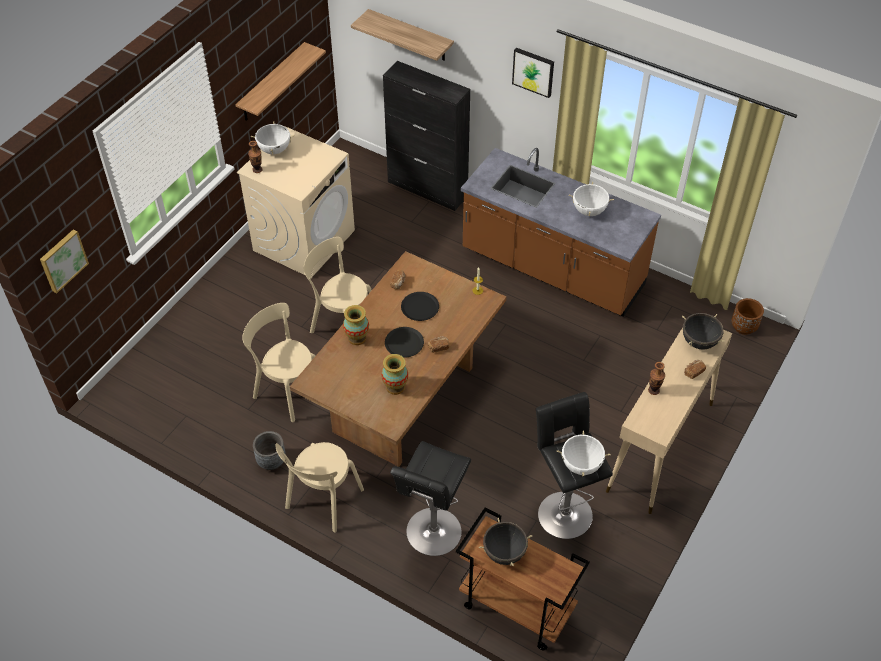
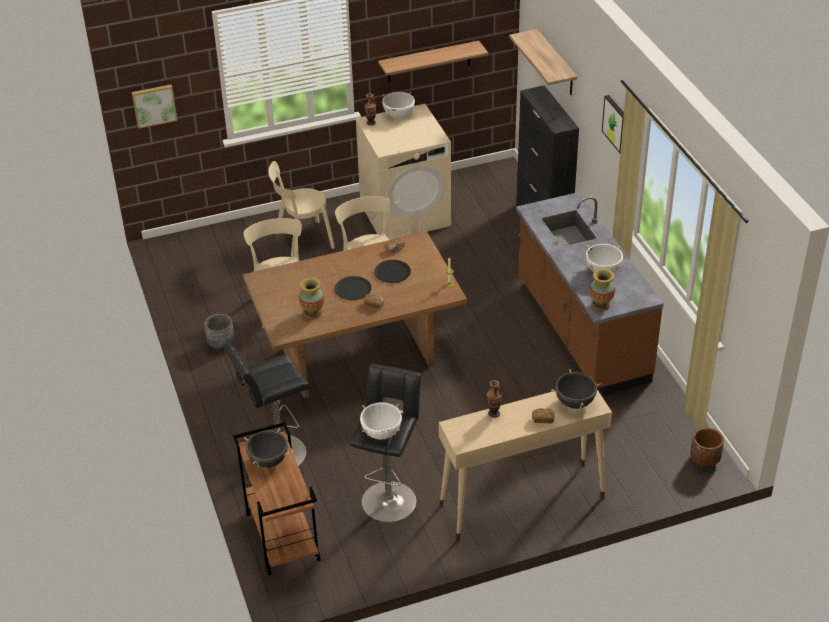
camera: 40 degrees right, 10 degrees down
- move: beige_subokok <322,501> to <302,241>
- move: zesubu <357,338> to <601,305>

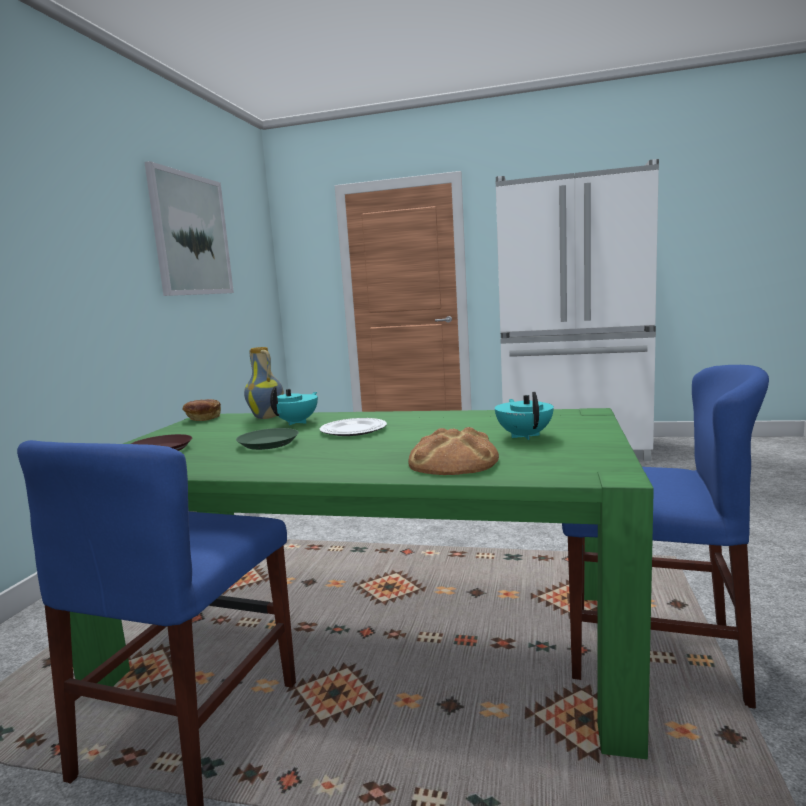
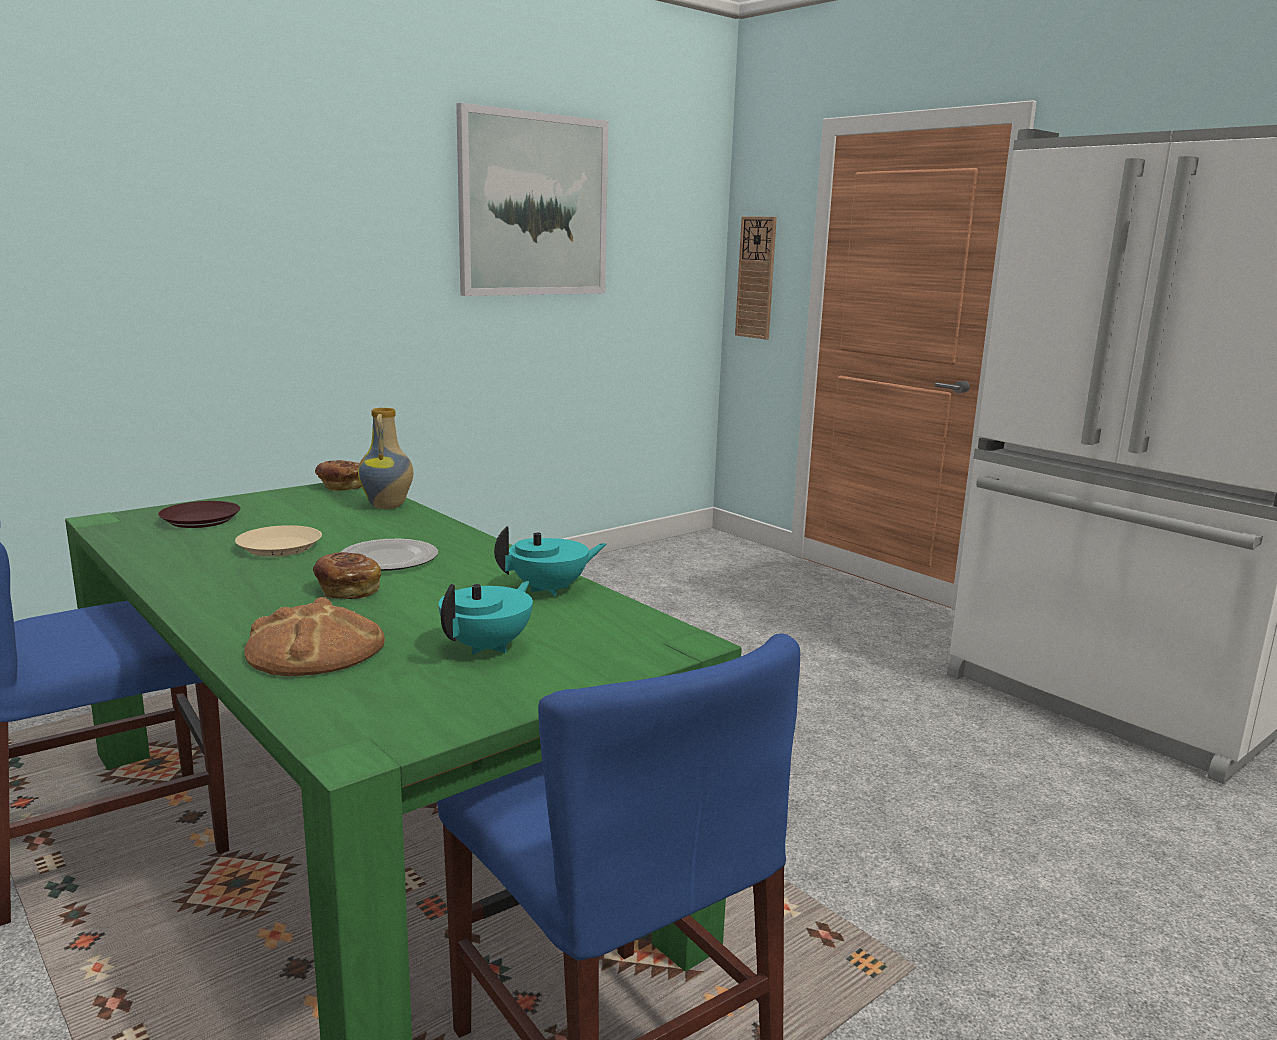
camera: 35 degrees right, 5 degrees up
- recolor: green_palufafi <268,443> to beige_palufafi <280,547>
- move: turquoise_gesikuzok <297,422> to <550,589>
- insert: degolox <347,590>
- insert: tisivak <756,278>

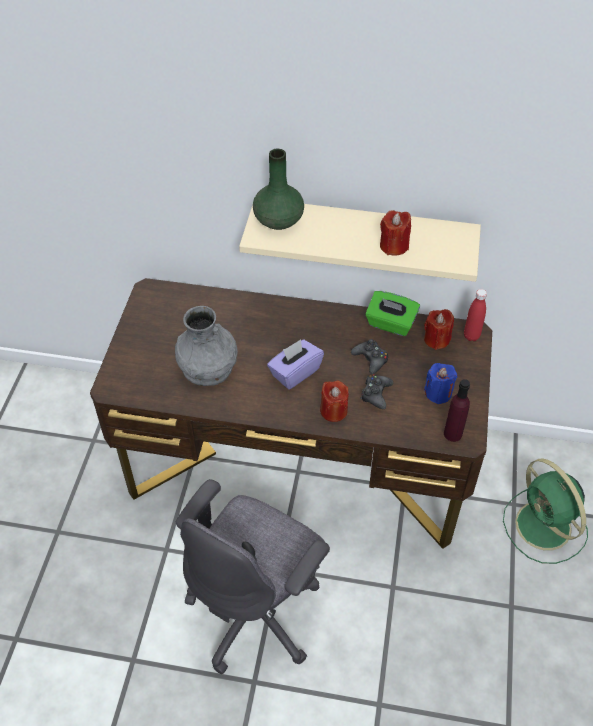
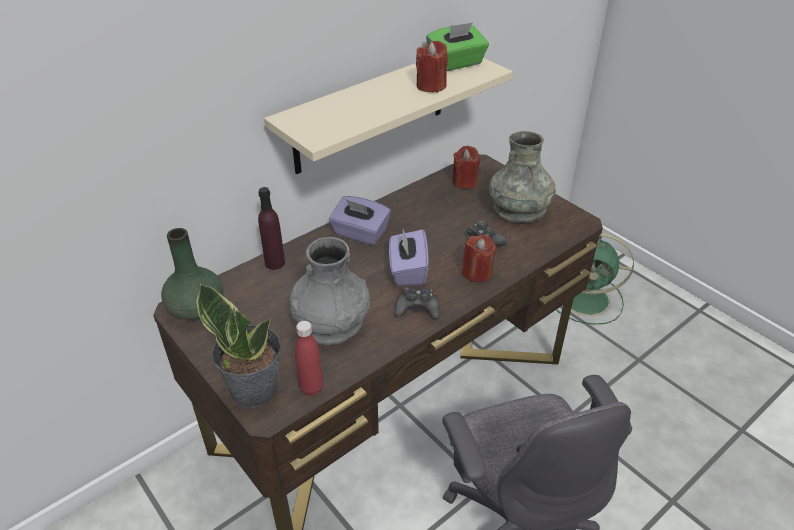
camera: 50 degrees left, 10 degrees down
- move: green_zesubu <278,221> to <196,309>
- move: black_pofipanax <370,359> to <417,308>
- move: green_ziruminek <390,324> to <456,63>
- replace: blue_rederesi <438,393> to grey_zesubu <519,210>
- move: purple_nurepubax <453,434> to <275,263>
- move: red_nurepubax <471,336> to <311,388>
- insert: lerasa <254,388>
- insert: purple_ziruminek <360,233>

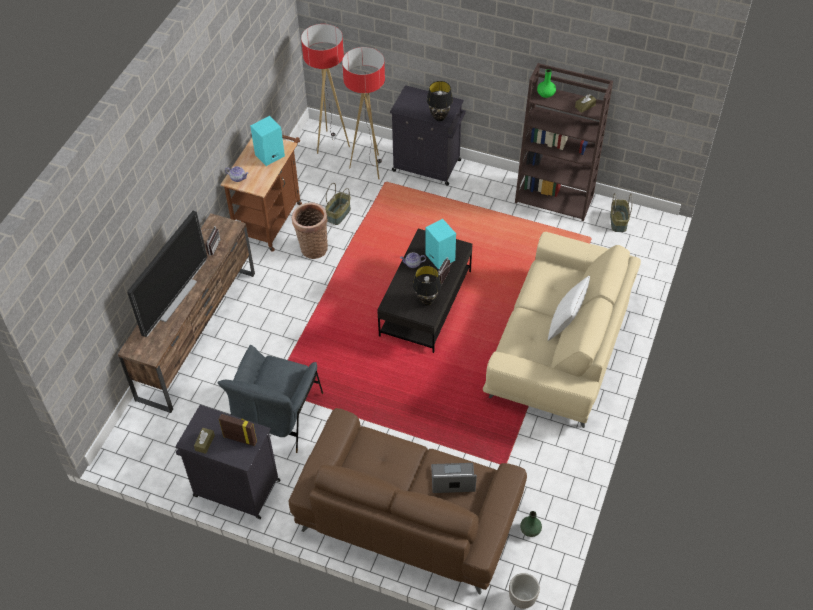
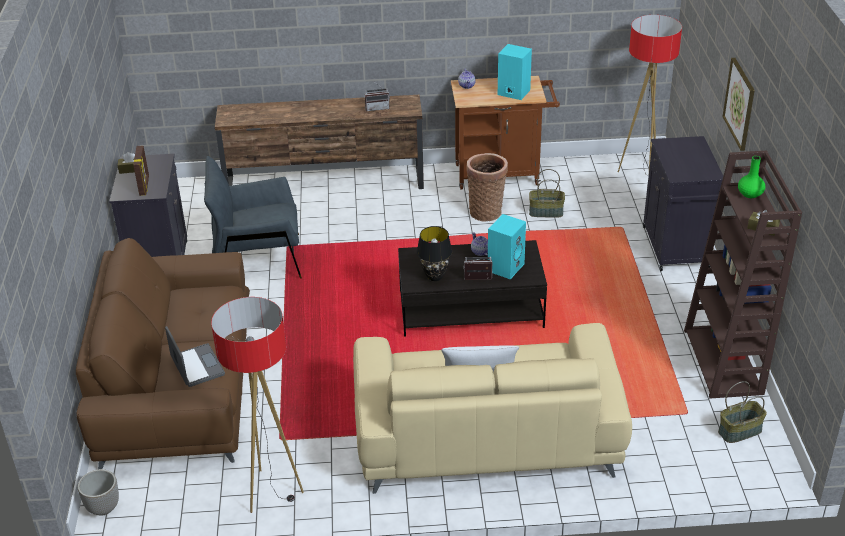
camera: 65 degrees right, 15 degrees down
- delete: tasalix <173,298>
- move: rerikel <369,167> to <271,492>
- delete: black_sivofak <439,117>
- delete: green_zesubu <530,530>
- insert: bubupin <739,103>

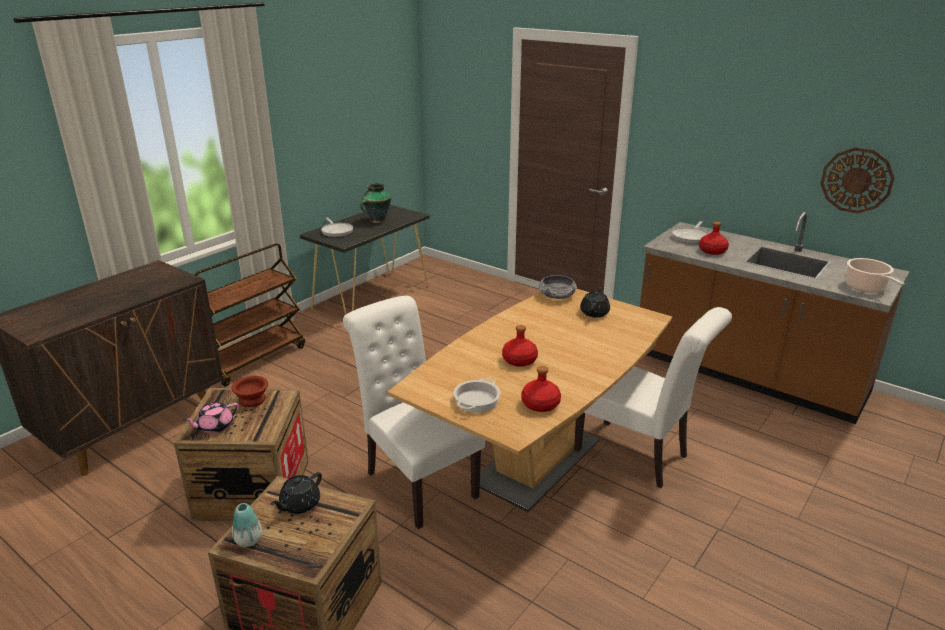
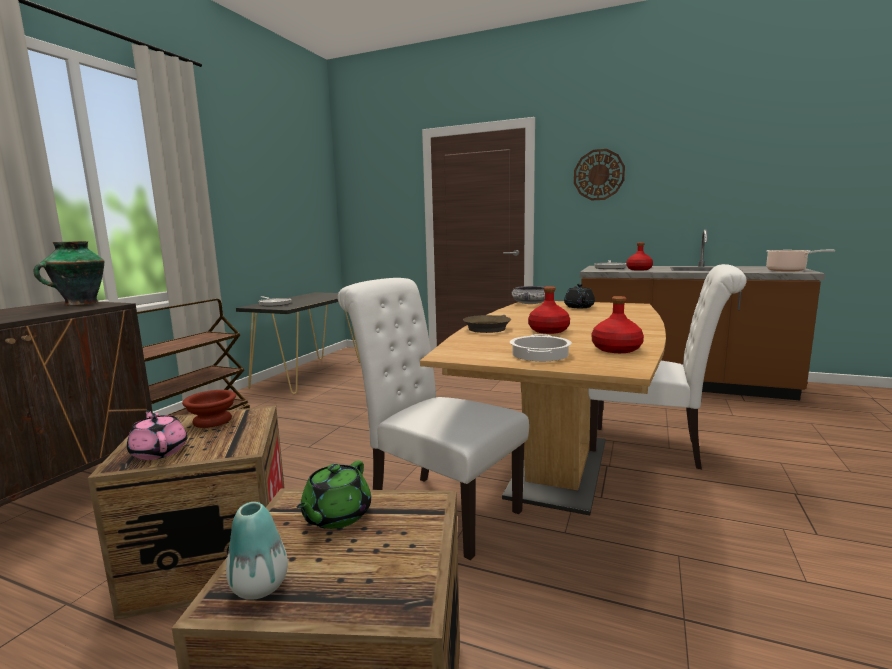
camera: 15 degrees left, 15 degrees down
- rotate: pink_gesikuzok <215,427> = <159,451> 105 degrees clockwise
- recolor: black_gesikuzok <299,504> to green_gesikuzok <336,516>
- move: zesubu <377,221> to <79,303>
- move: tisivak <856,180> to <598,175>
- insert: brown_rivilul <488,328>

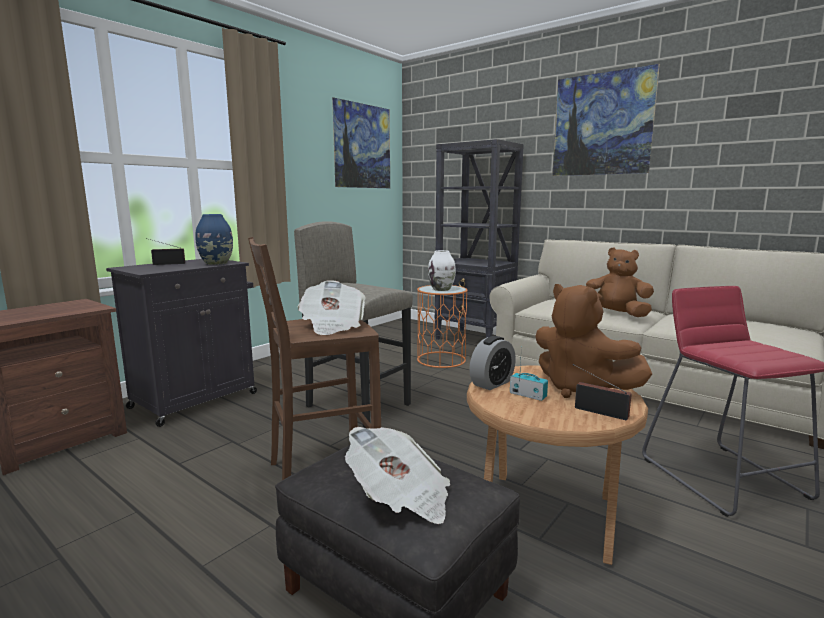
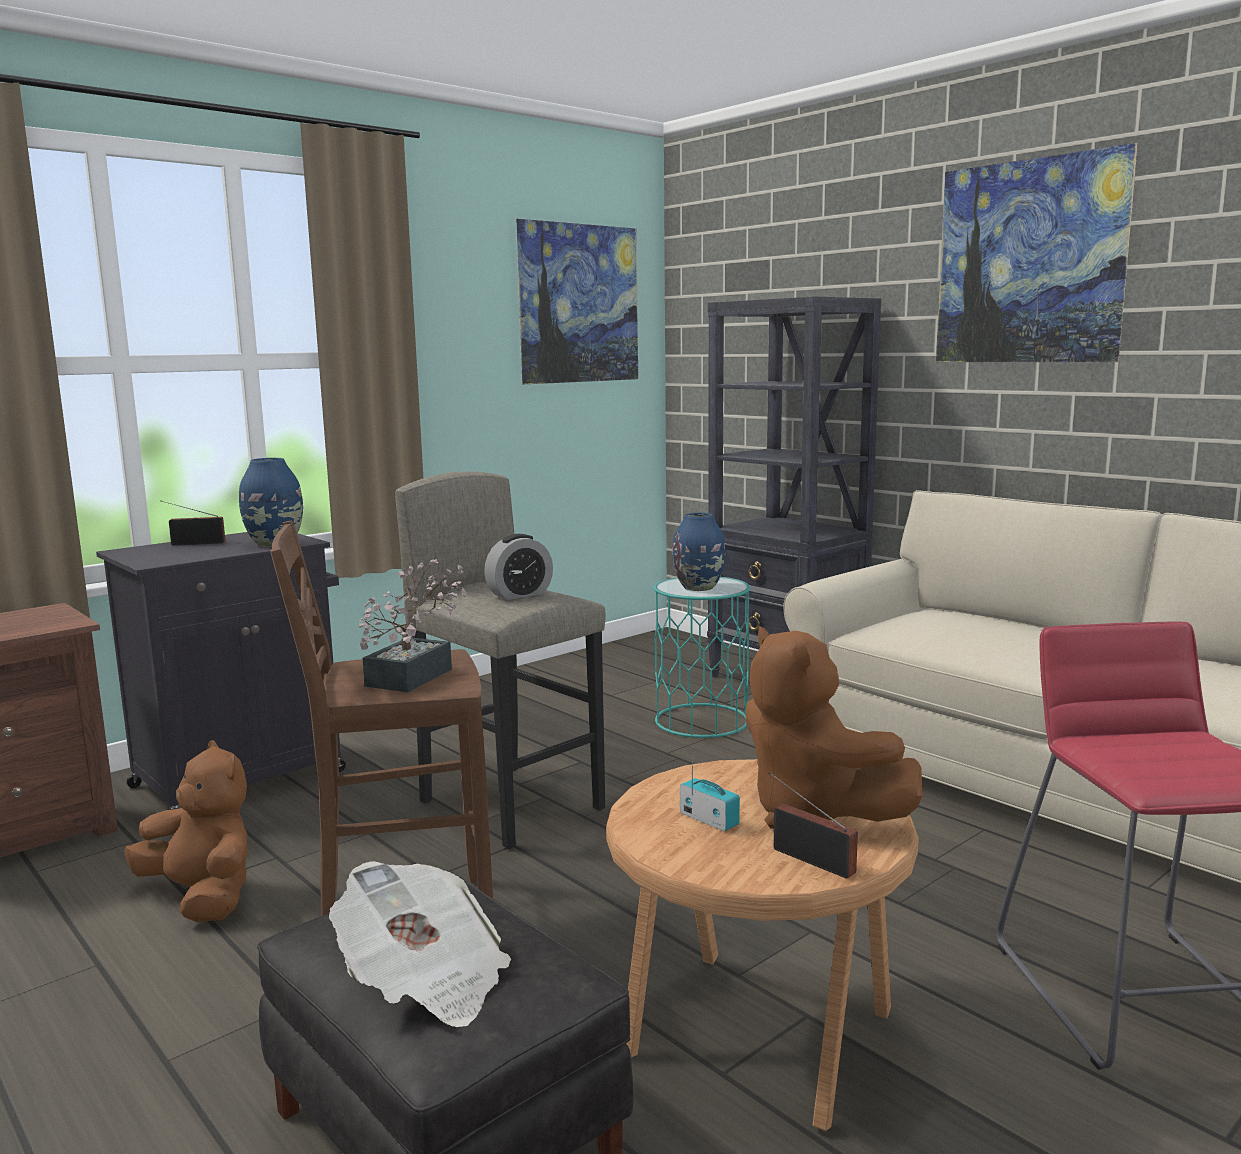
camera: 10 degrees right, 0 degrees up
- replace: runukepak <332,325> to lerasa <416,674>
- recolor: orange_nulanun <441,360> to turquoise_nulanun <701,721>
- recolor: white_zesubu <441,289> to blue_zesubu <699,587>
- move: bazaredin <492,383> to <519,594>
- move: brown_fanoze <615,314> to <203,897>

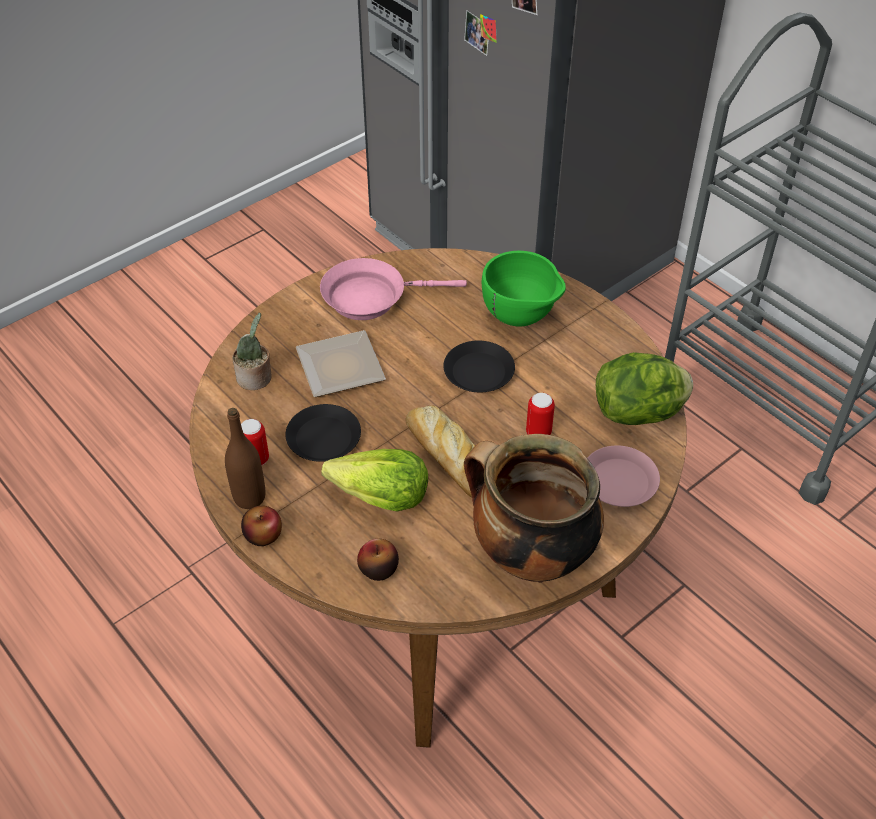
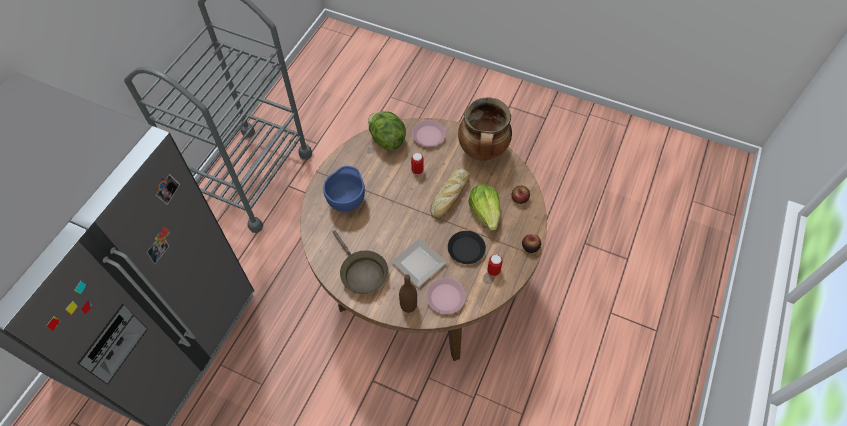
camera: 115 degrees left, 10 degrees up
- move: brown_nurepubax <249,497> to <408,305>
- replace: lerasa <256,378> to pink_palufafi <446,297>
- recolor: pink_rivilul <371,297> to brown_rivilul <361,272>
- delete: black_palufafi <479,372>
- recolor: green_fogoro <521,319> to blue_fogoro <347,201>

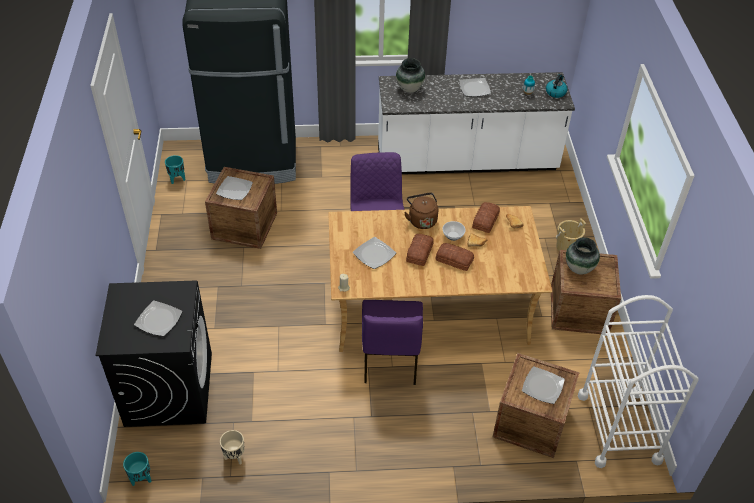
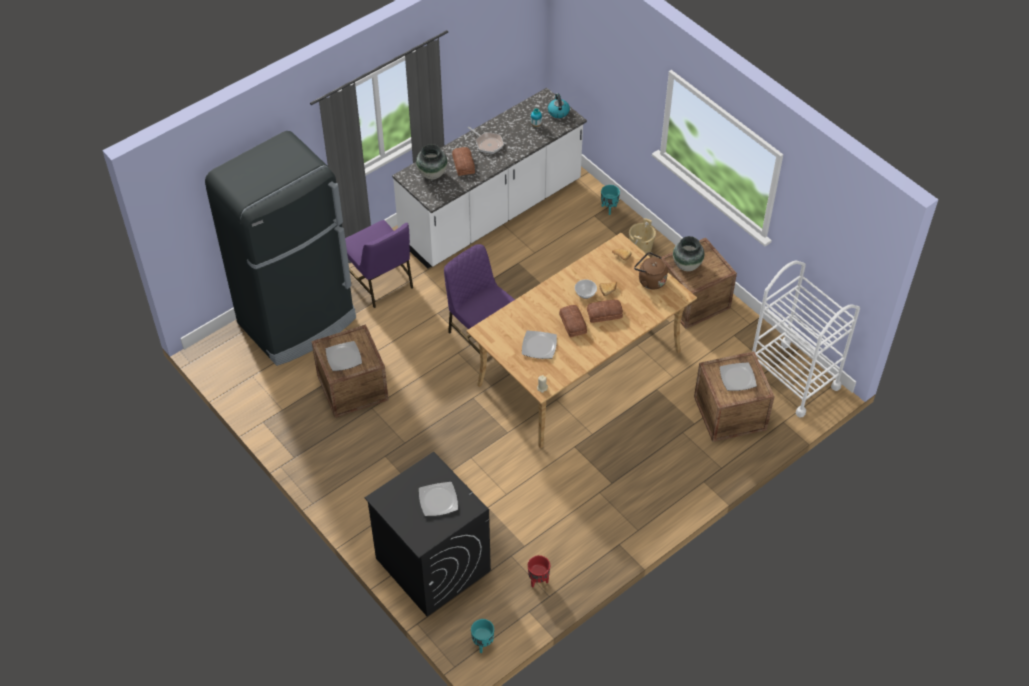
camera: 35 degrees left, 5 degrees up
- move: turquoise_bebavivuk <177,179> to <608,208>
- recolor: beige_bebavivuk <234,457> to red_bebavivuk <538,580>
- move: purple_subokok <390,360> to <380,281>
- move: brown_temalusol <421,220> to <650,280>
- replace: palufafi <474,88> to rivilul <487,144>
- move: degolox <486,220> to <464,164>

